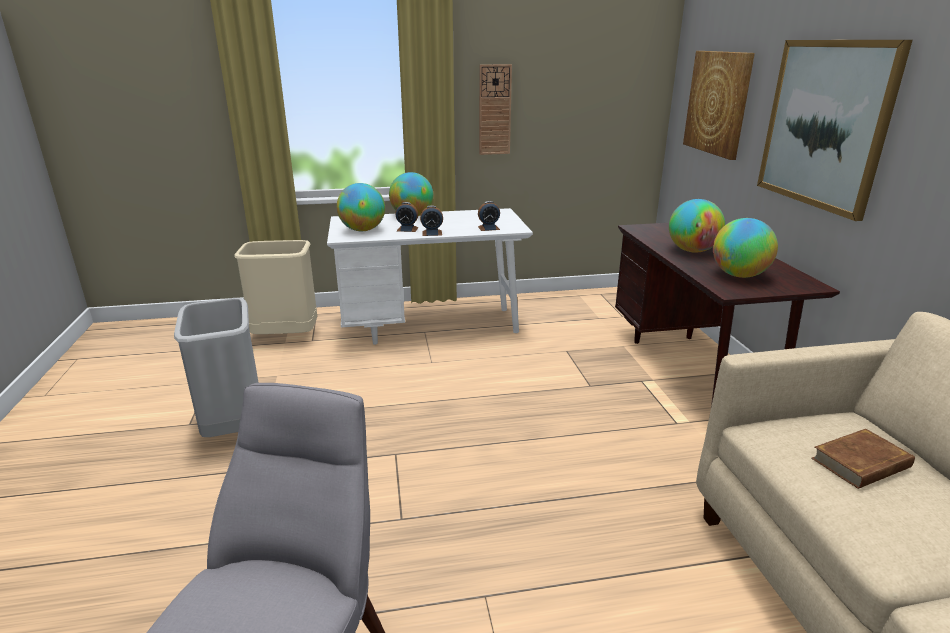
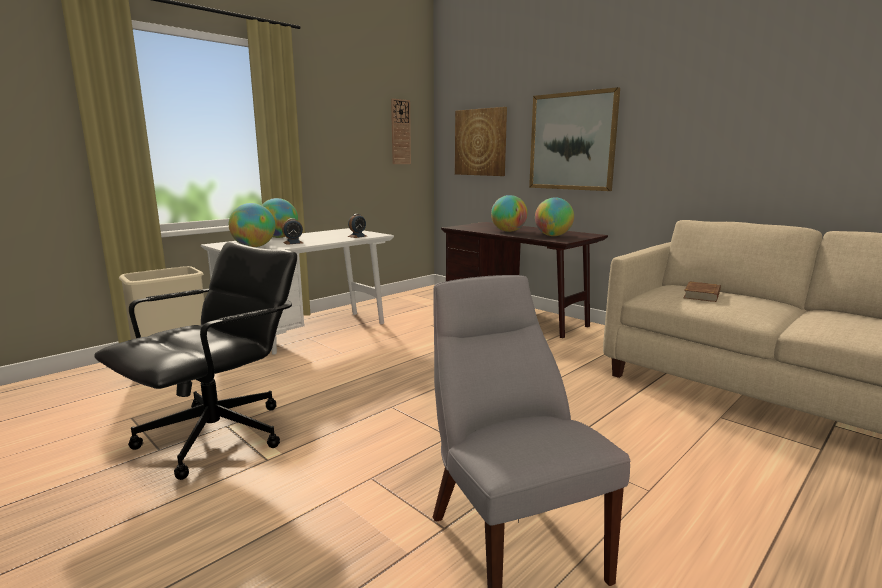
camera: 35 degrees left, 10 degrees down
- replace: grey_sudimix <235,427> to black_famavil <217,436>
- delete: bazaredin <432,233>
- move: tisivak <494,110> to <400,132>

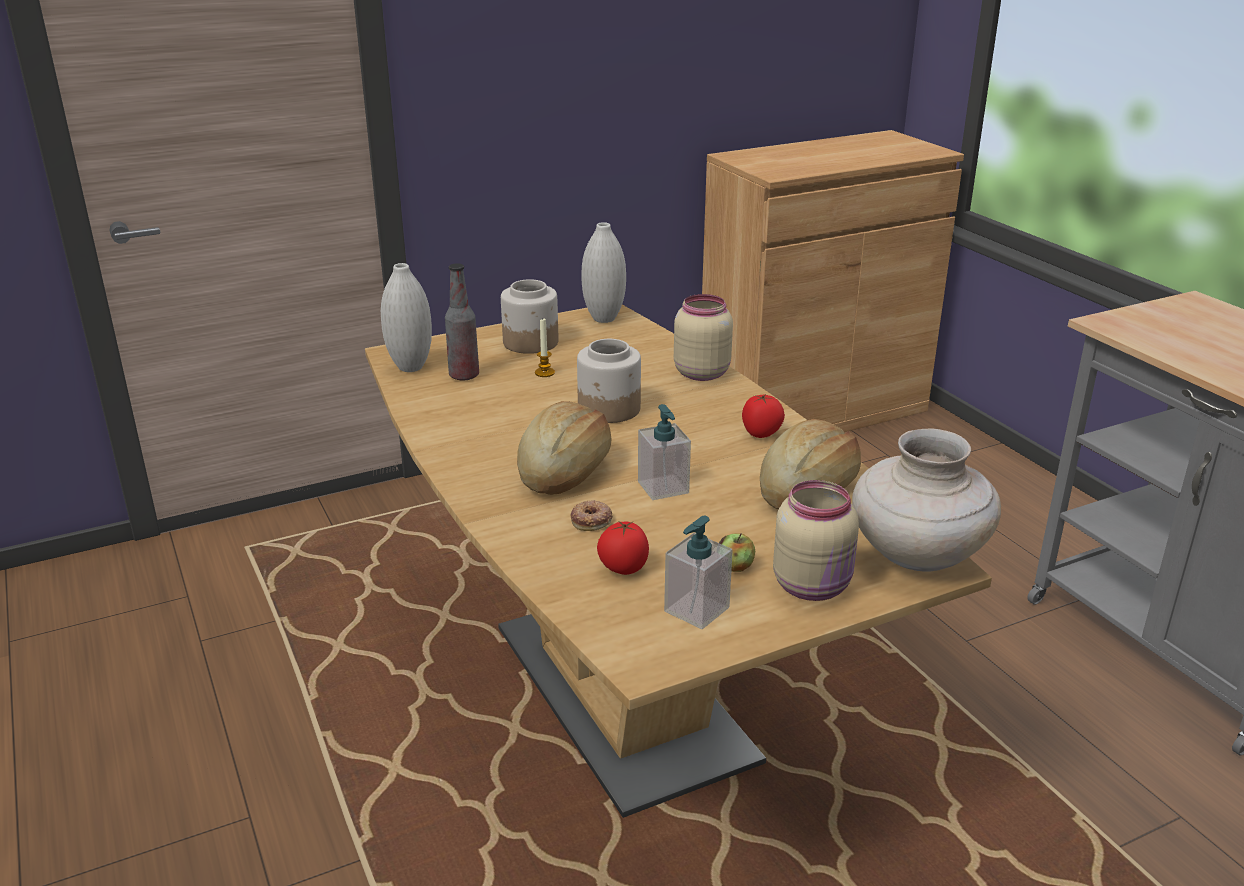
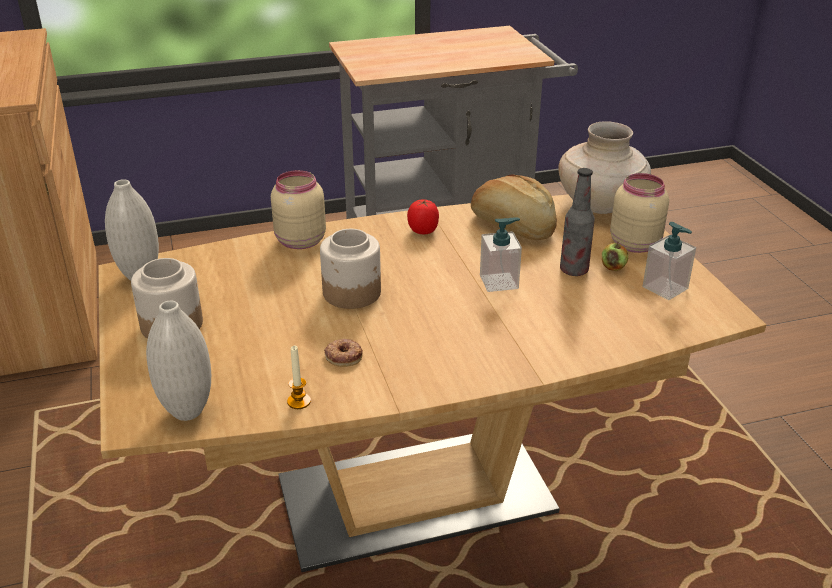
camera: 80 degrees left, 5 degrees up
- move: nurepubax <464,376> to <574,270>
- delete: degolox <564,470>
- move: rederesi <544,373> to <299,401>
- move: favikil <591,520> to <343,356>
- delete: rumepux <623,569>

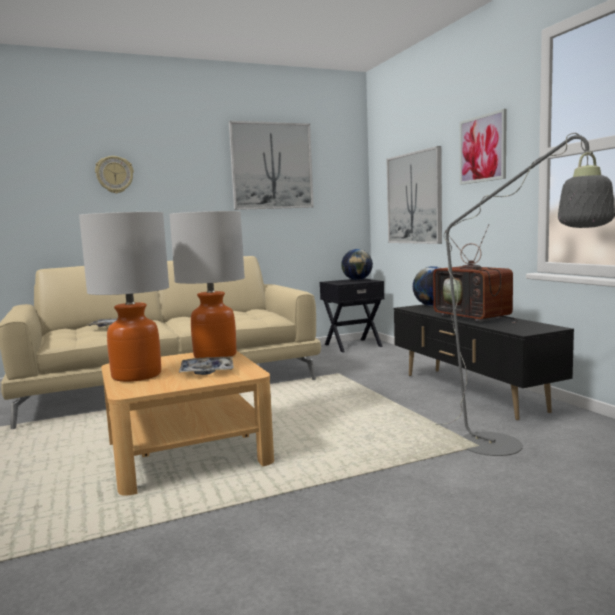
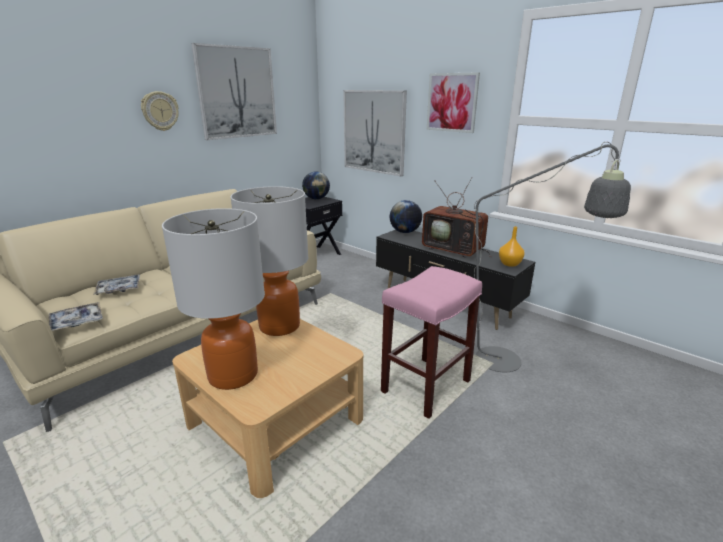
camera: 25 degrees left, 15 degrees up
- move: tisivak <114,174> to <160,111>
- move: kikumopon <207,371> to <77,321>
- insert: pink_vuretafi <426,385>
- insert: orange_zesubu <510,264>

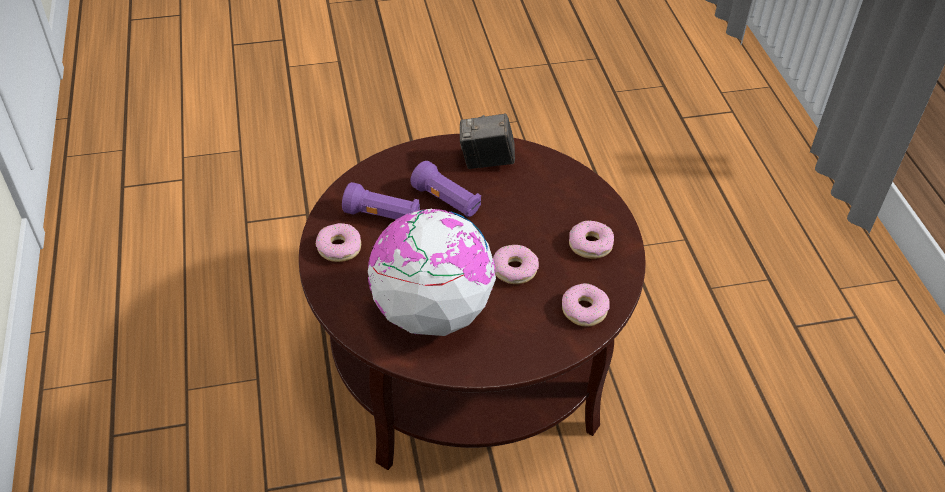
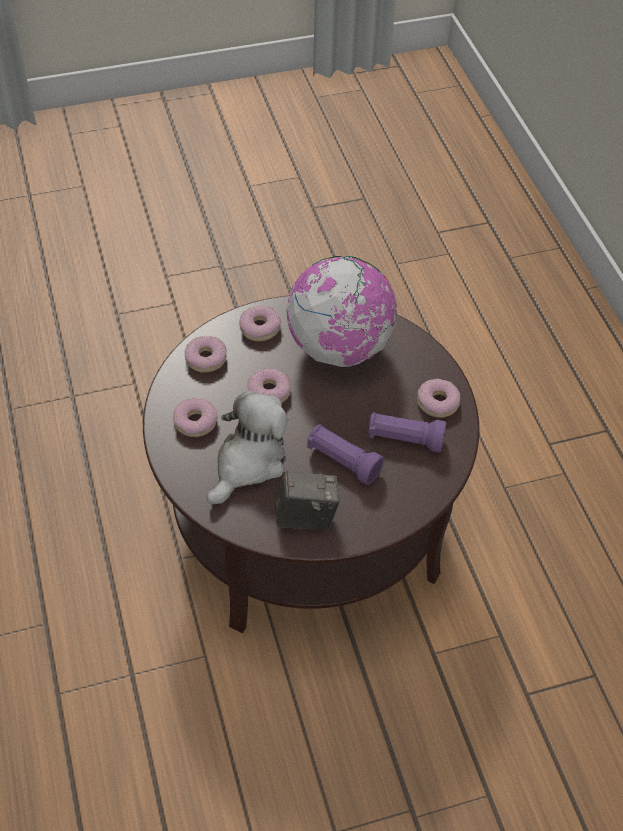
camera: 175 degrees right, 5 degrees up
- insert: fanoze <248,462>
- insert: favikil <260,328>

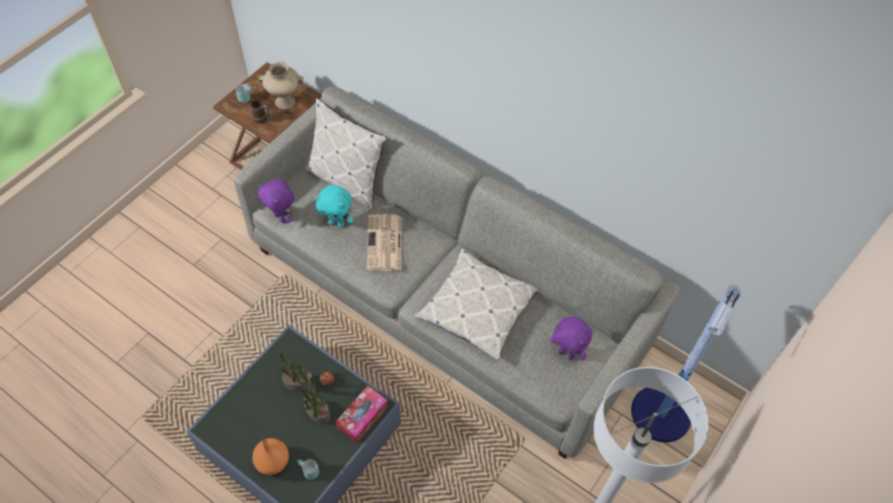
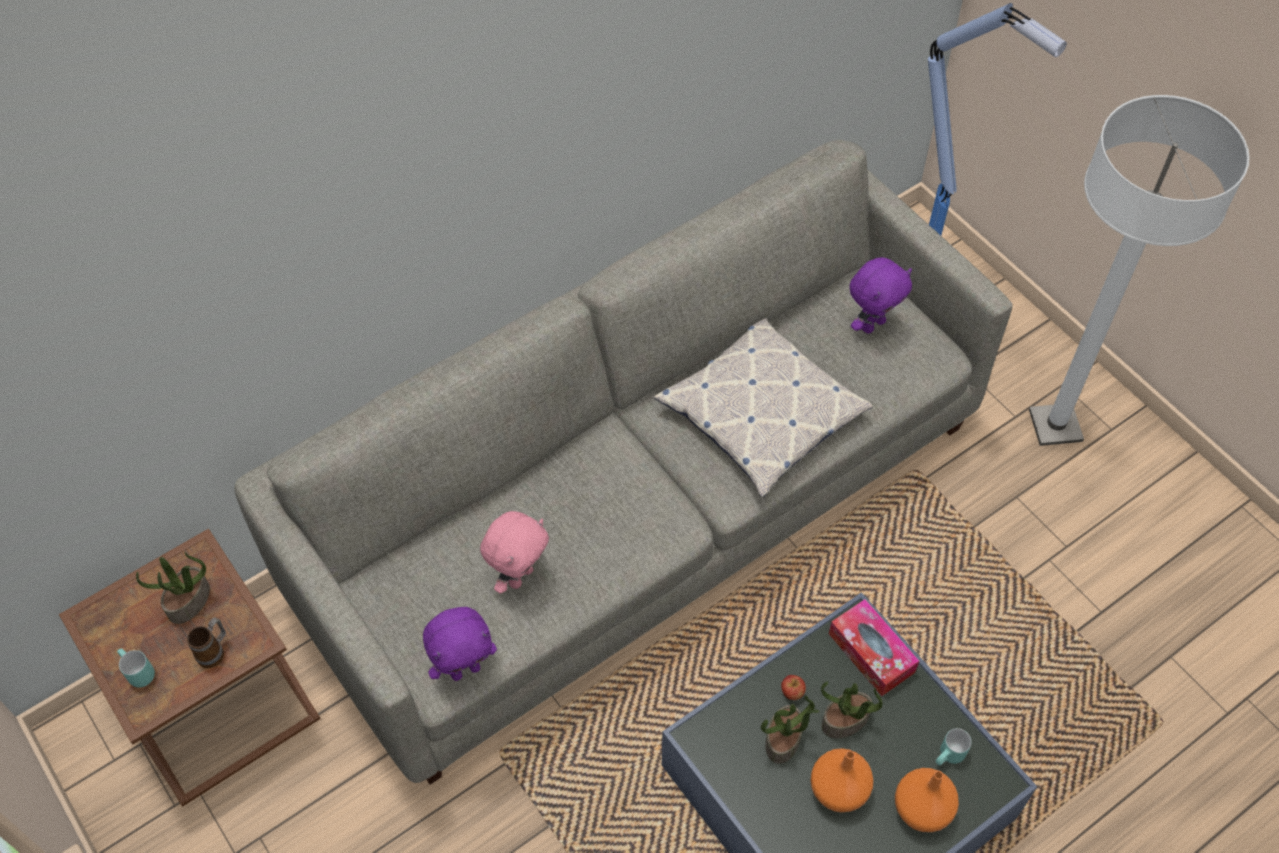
camera: 70 degrees left, 0 degrees up
- replace: beige_zesubu <284,102> to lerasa <189,602>
- delete: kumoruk <347,180>
- recolor: turquoise_fanoze <337,223> to pink_fanoze <519,576>
- delete: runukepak <385,244>
- insert: orange_zesubu <837,791>

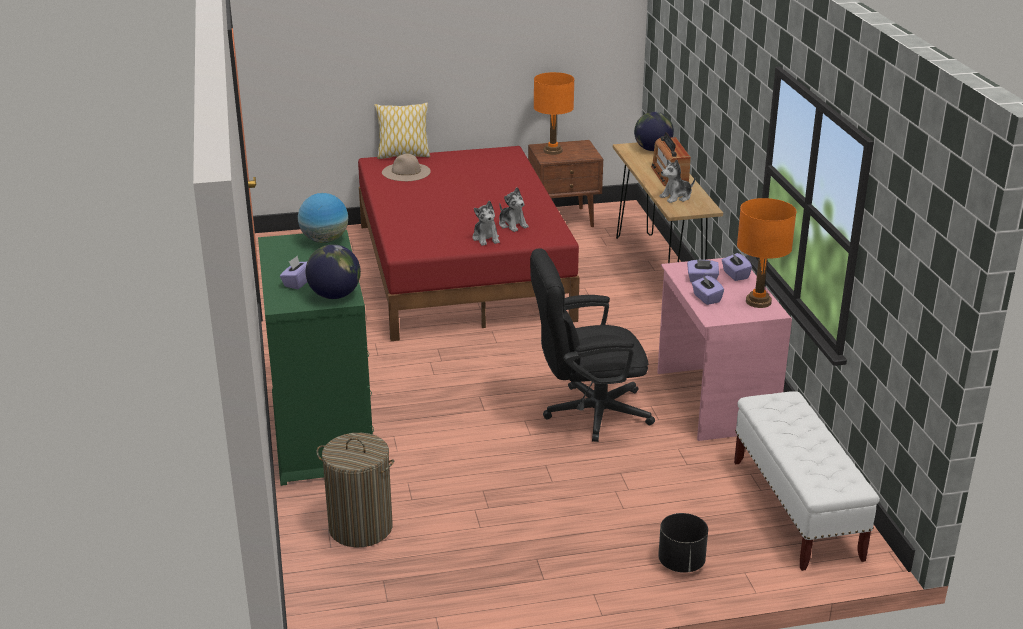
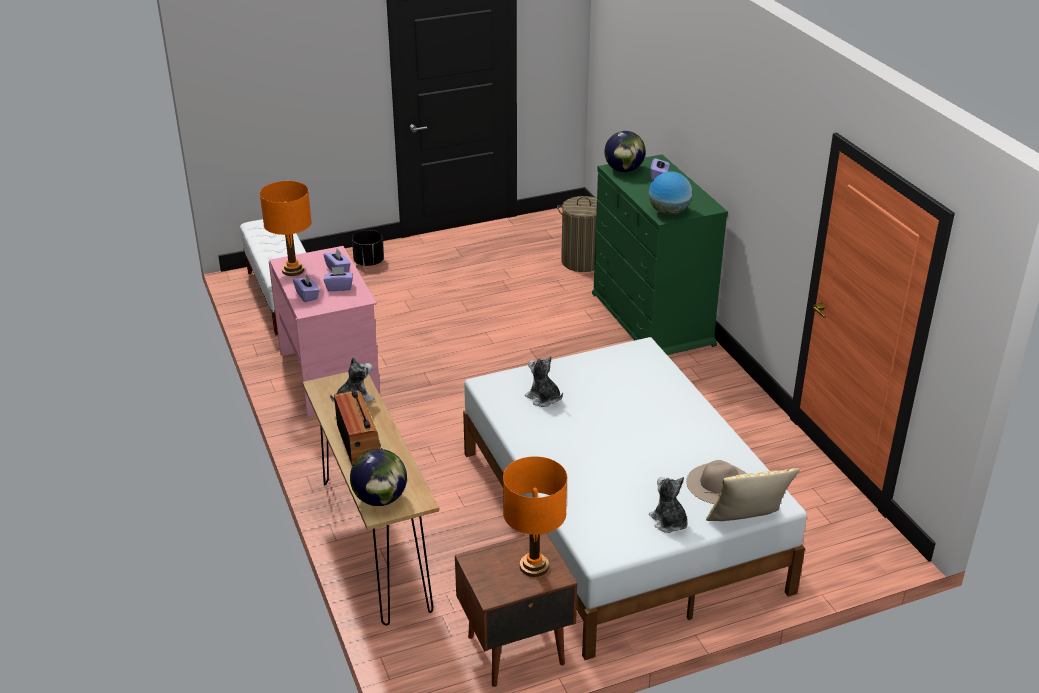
camera: 170 degrees right, 5 degrees up
- recolor: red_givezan <462,270> to white_givezan <618,519>
- move: fanoze <486,238> to <669,522>
- delete: black_famavil <587,413>

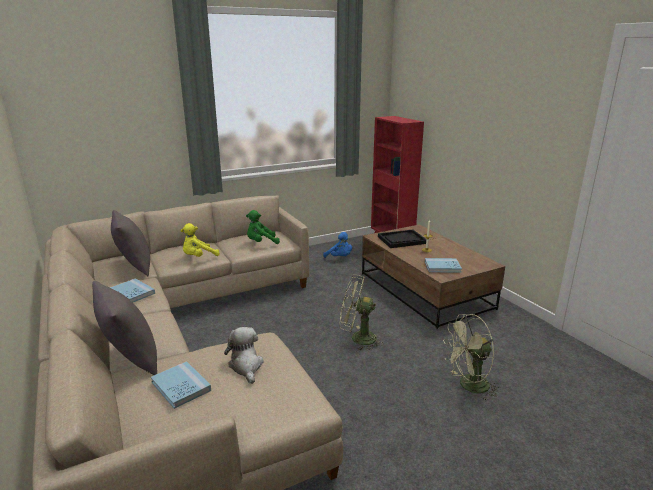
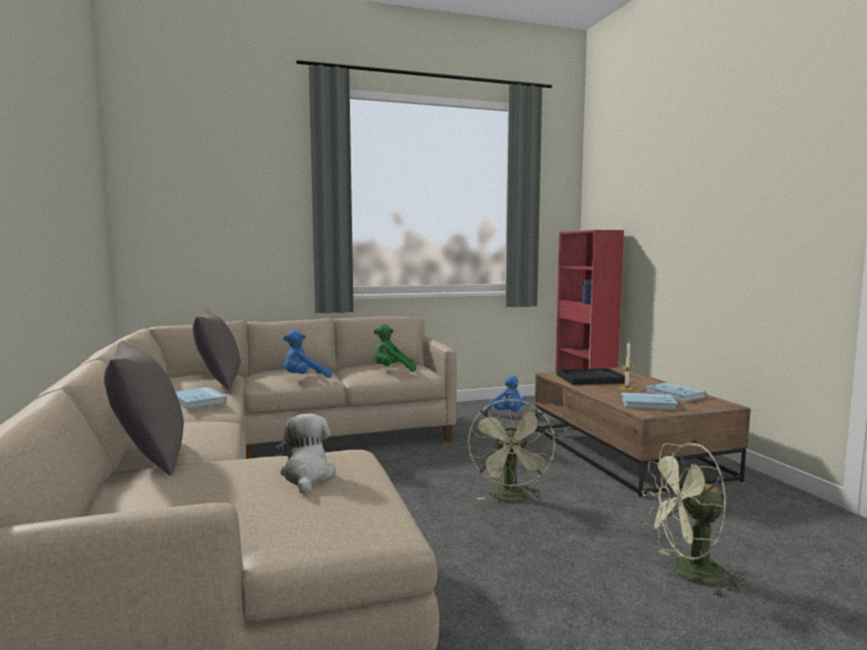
camera: 10 degrees right, 15 degrees down
- move: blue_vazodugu <181,386> to <675,394>
- recolor: yellow_fanoze <199,257> to blue_fanoze <304,378>
- rotate: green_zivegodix <357,338> = <512,499> 105 degrees counterclockwise

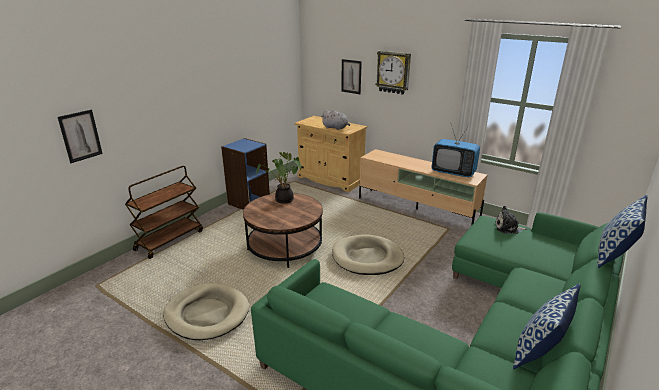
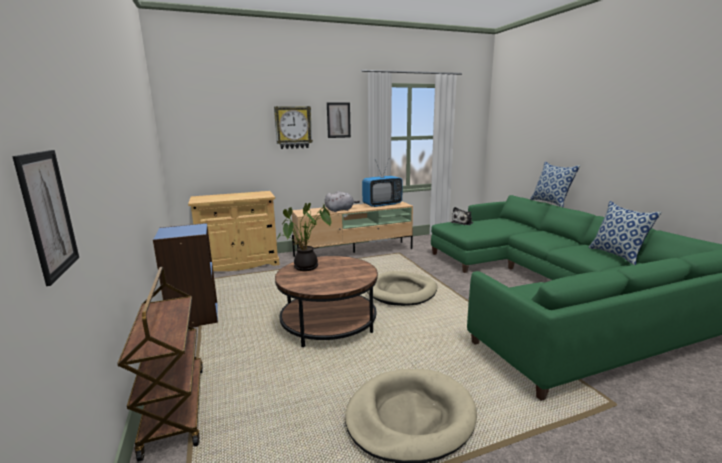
camera: 55 degrees left, 10 degrees down
- move: grey_fanoze <336,128> to <340,210>
- move: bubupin <351,76> to <338,120>

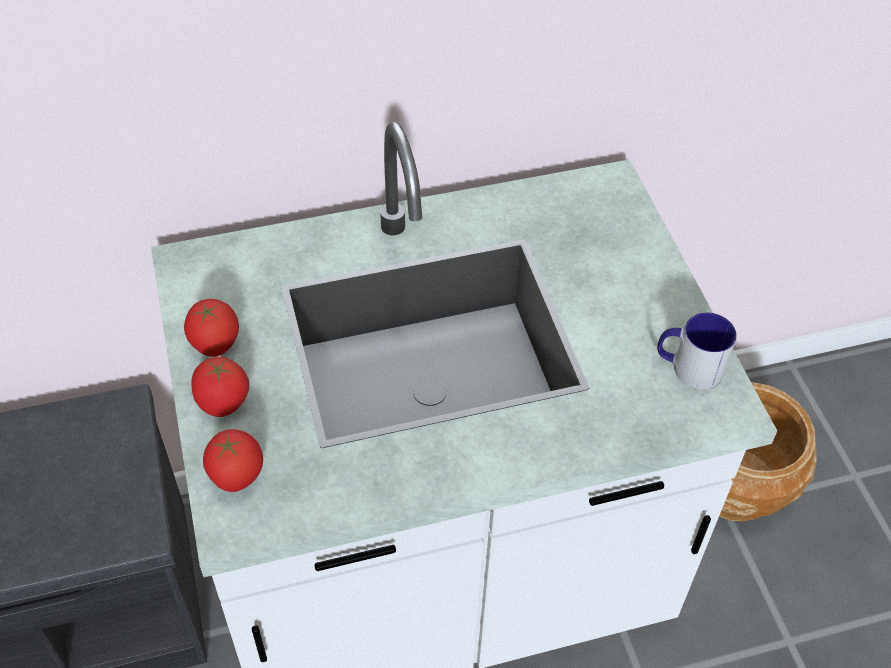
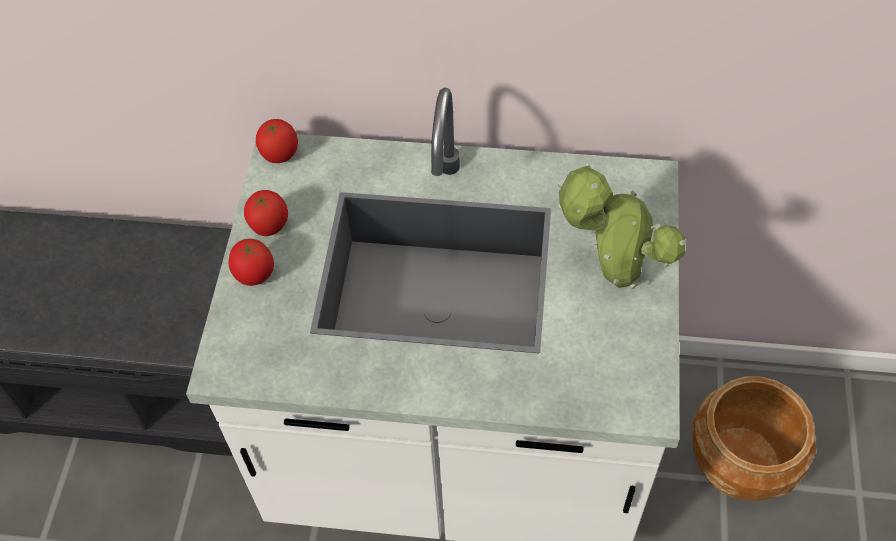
camera: 25 degrees right, 5 degrees up
- move: rumepux <236,478> to <280,156>
- delete: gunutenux <688,367>
- insert: lerasa <612,278>

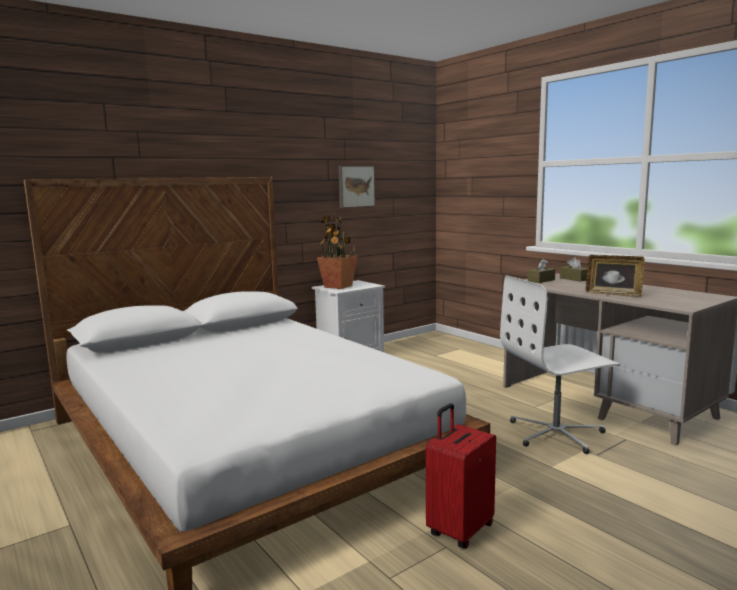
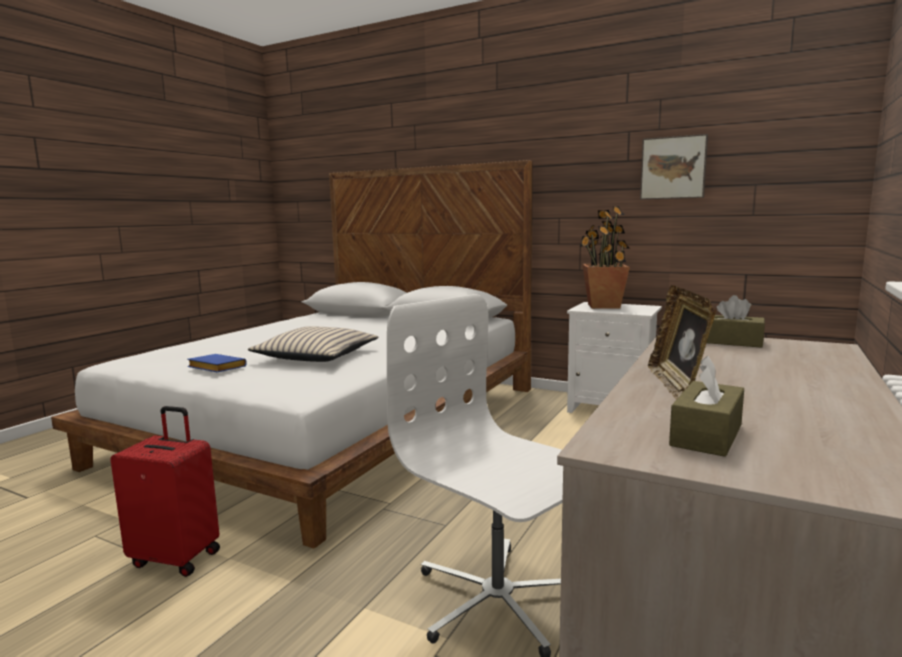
camera: 65 degrees right, 0 degrees up
- move: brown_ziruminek <574,279> to <706,435>
- insert: blue_vazodugu <215,368>
- insert: beige_kumoruk <316,356>

